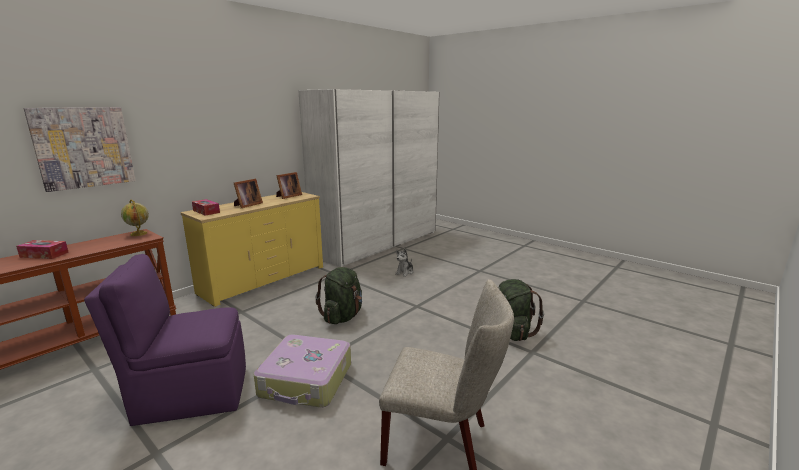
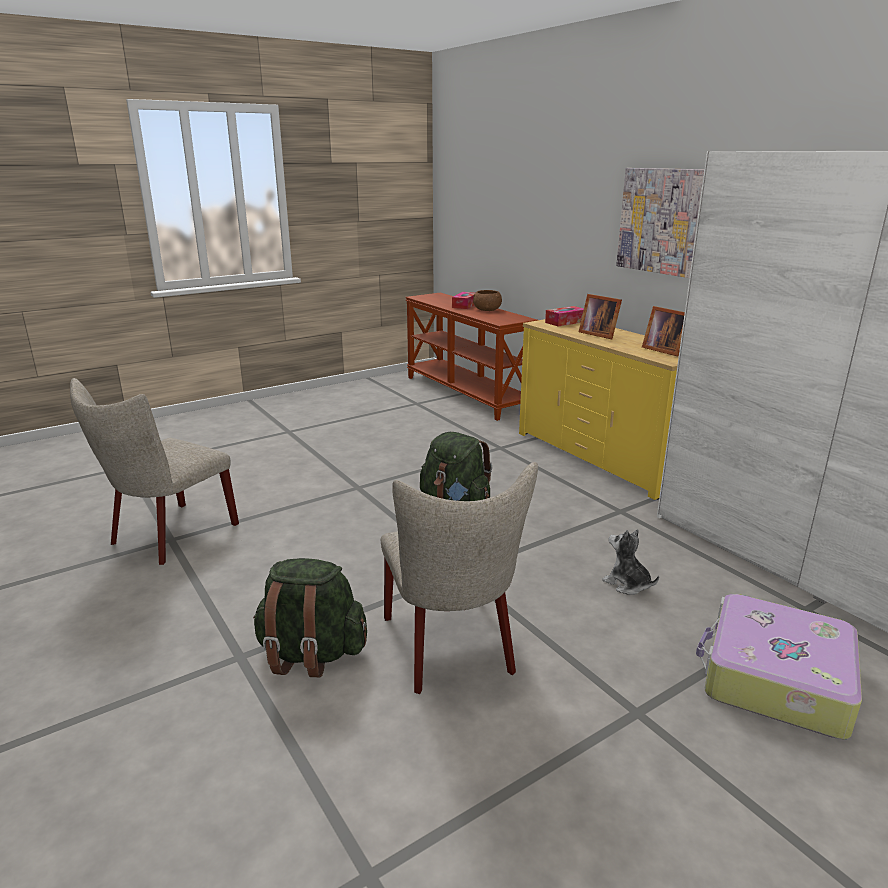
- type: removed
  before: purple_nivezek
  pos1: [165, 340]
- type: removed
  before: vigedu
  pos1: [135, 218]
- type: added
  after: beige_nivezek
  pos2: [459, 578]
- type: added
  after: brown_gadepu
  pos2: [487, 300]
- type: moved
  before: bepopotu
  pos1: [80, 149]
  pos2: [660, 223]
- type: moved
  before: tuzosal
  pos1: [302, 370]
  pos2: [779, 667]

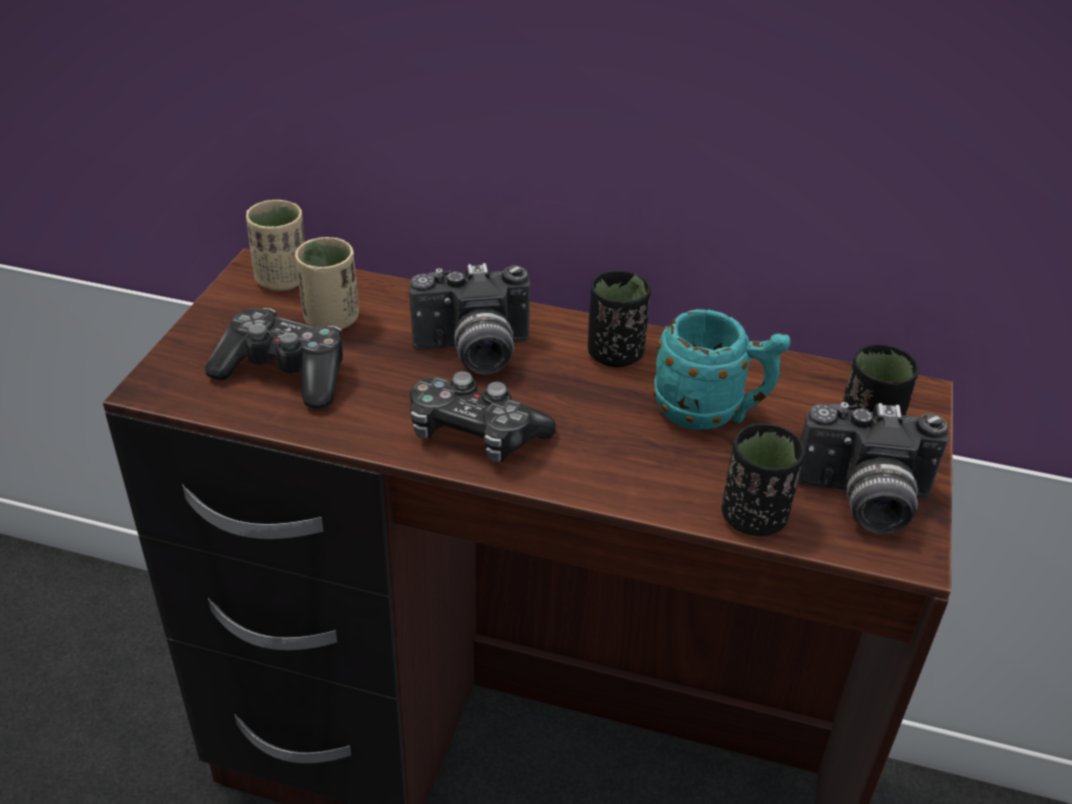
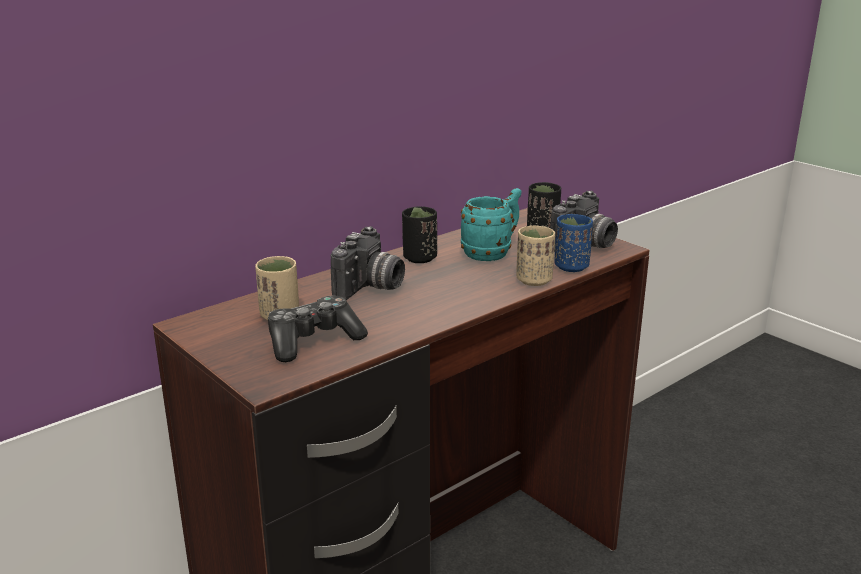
- type: removed
  before: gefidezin
  pos1: [483, 416]
- type: moved
  before: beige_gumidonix
  pos1: [275, 245]
  pos2: [535, 255]
- type: recoloured
  before: black_gumidonix
  after: blue_gumidonix
  pos1: [763, 479]
  pos2: [573, 243]

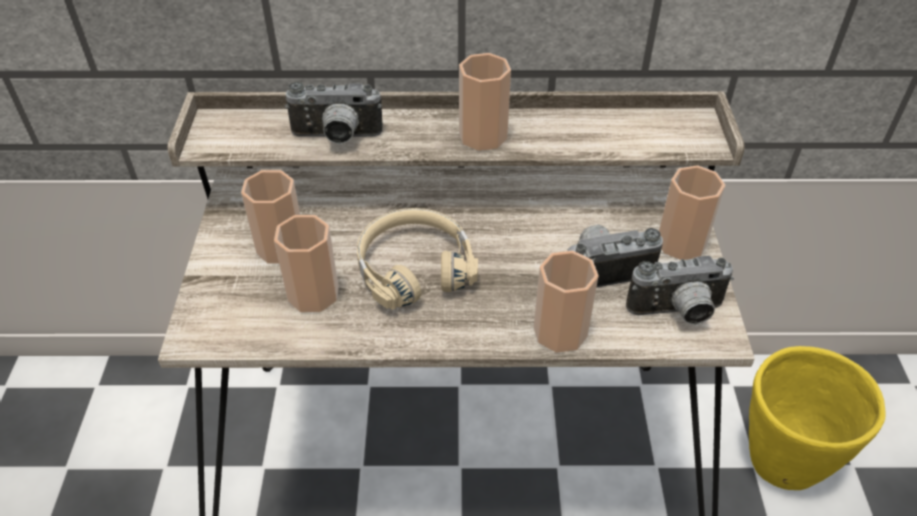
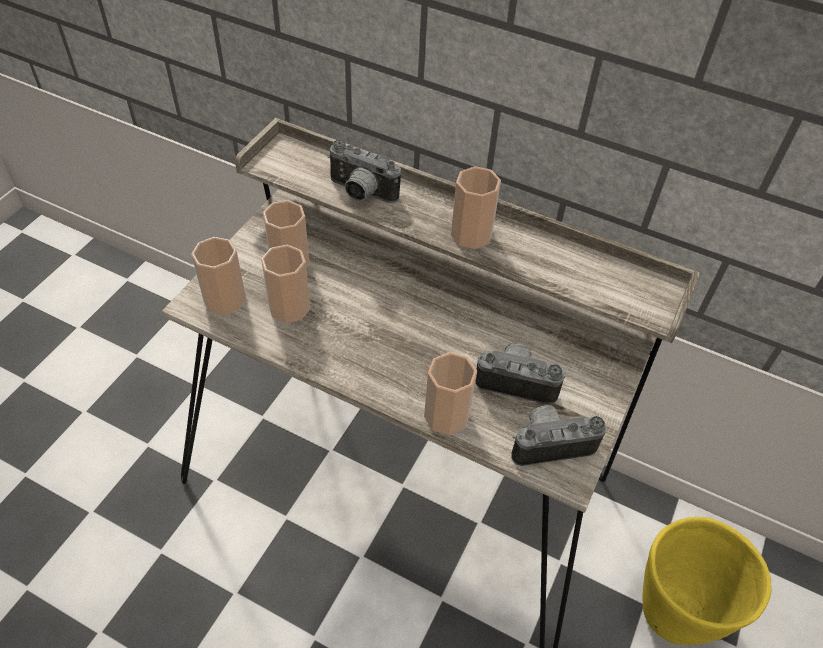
- type: removed
  before: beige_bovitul
  pos1: [417, 259]
- type: moved
  before: gumidonix
  pos1: [692, 212]
  pos2: [218, 276]
- type: turned
  before: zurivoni
  pos1: [680, 290]
  pos2: [558, 435]
  turn: 150

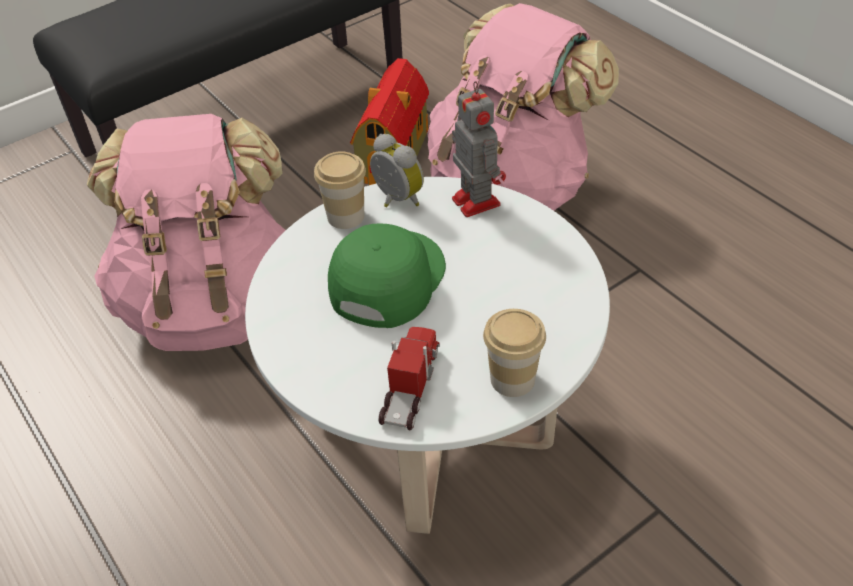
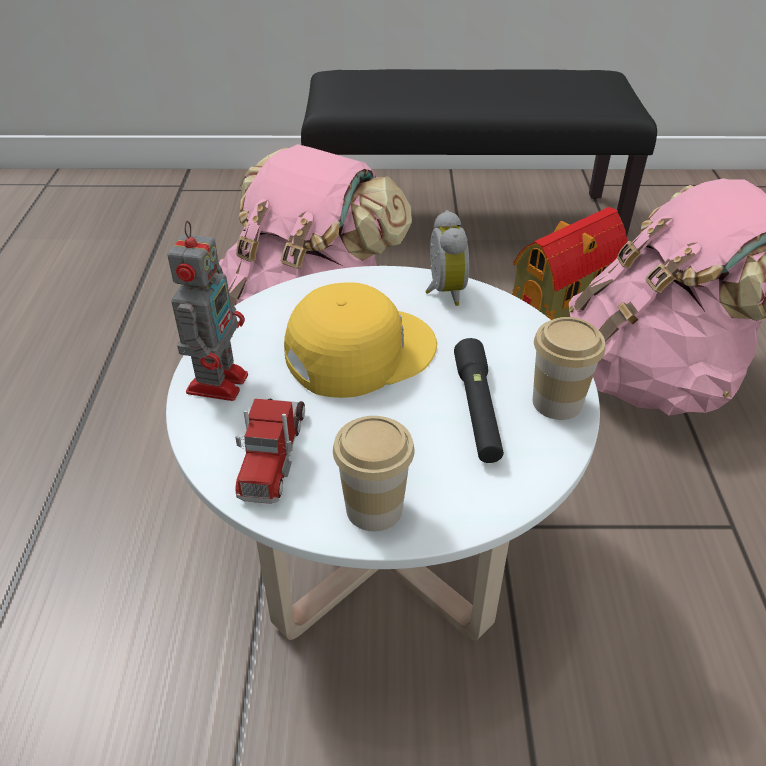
- type: added
  after: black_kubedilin
  pos2: [479, 400]
- type: moved
  before: gumidonix
  pos1: [340, 190]
  pos2: [569, 368]
- type: moved
  before: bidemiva
  pos1: [479, 149]
  pos2: [207, 311]
- type: recoloured
  before: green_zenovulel
  after: yellow_zenovulel
  pos1: [387, 275]
  pos2: [360, 340]
- type: turned
  before: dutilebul
  pos1: [409, 378]
  pos2: [270, 451]
  turn: 135

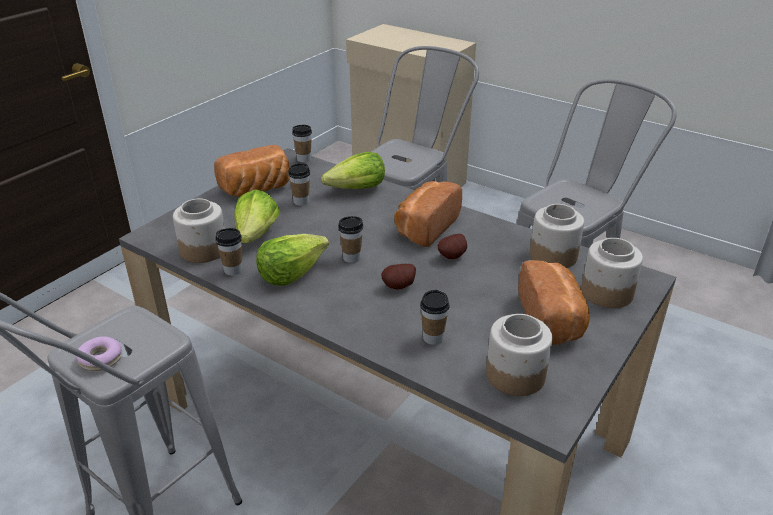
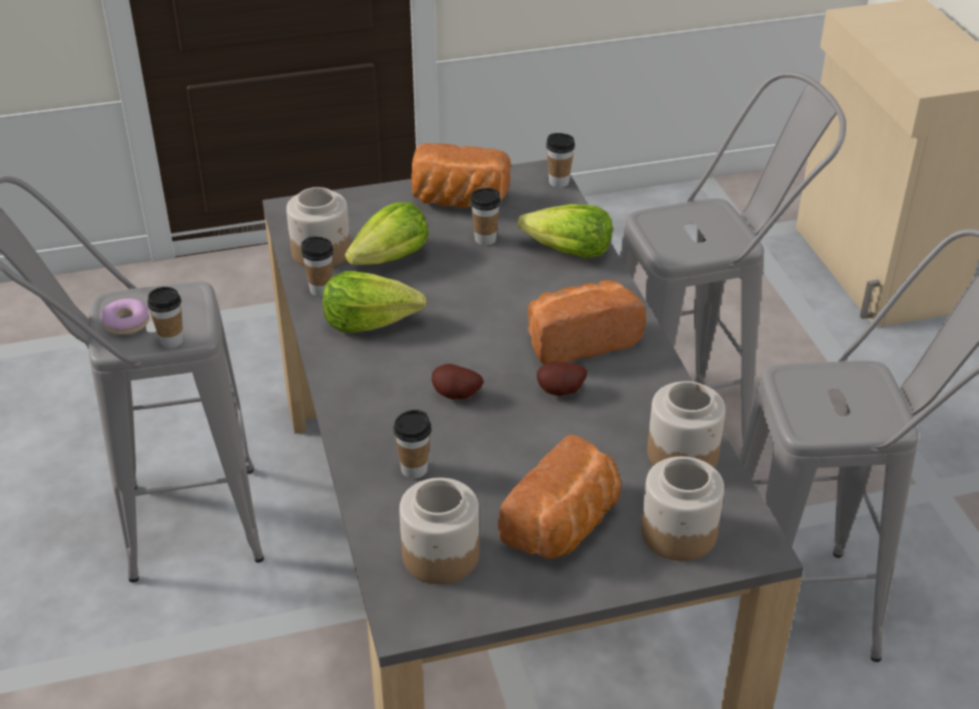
- type: moved
  before: gumidonix
  pos1: [350, 239]
  pos2: [165, 317]

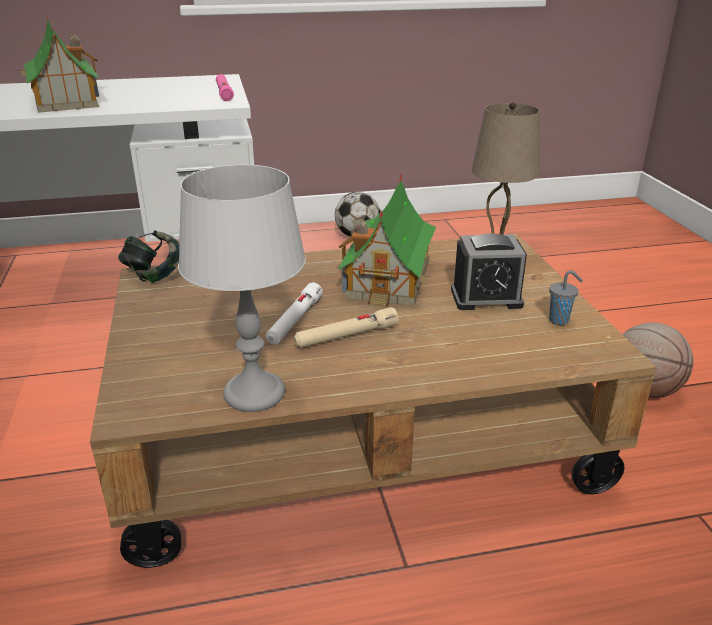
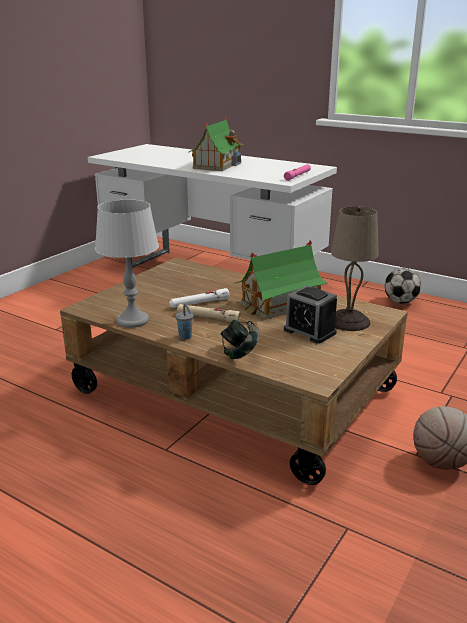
- type: moved
  before: bovitul
  pos1: [148, 256]
  pos2: [240, 339]
- type: moved
  before: grey_gumidonix
  pos1: [566, 297]
  pos2: [184, 322]

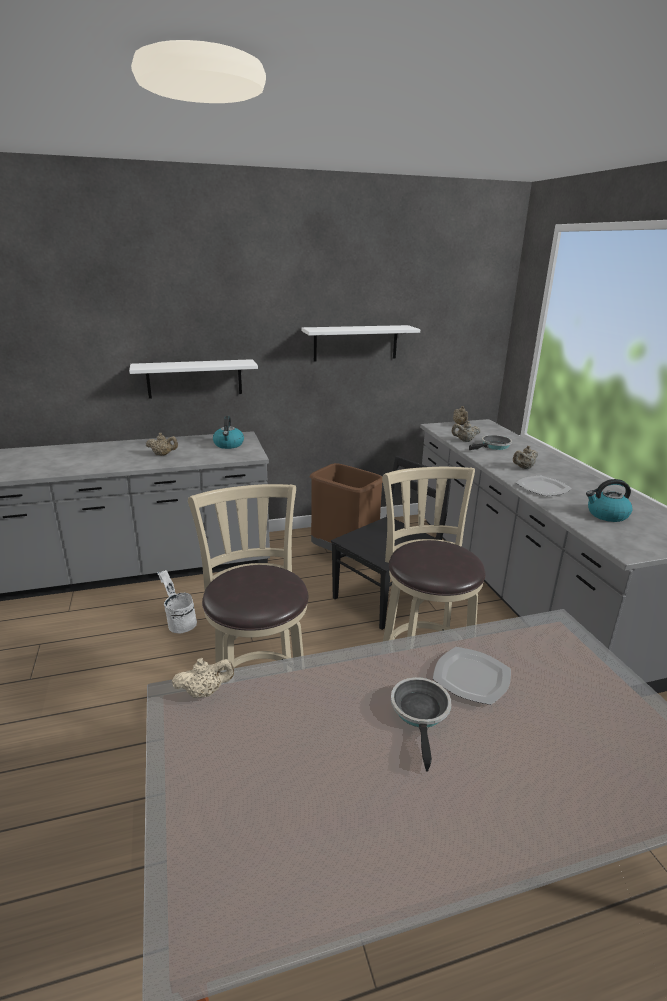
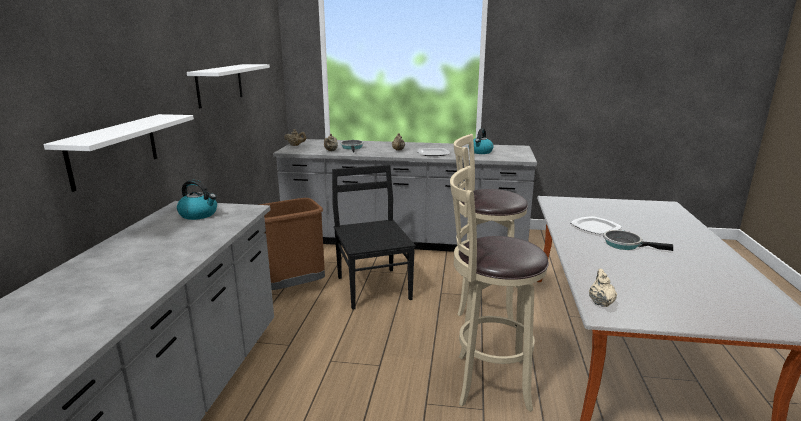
- type: removed
  before: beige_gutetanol
  pos1: [162, 444]
- type: removed
  before: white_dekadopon
  pos1: [177, 601]

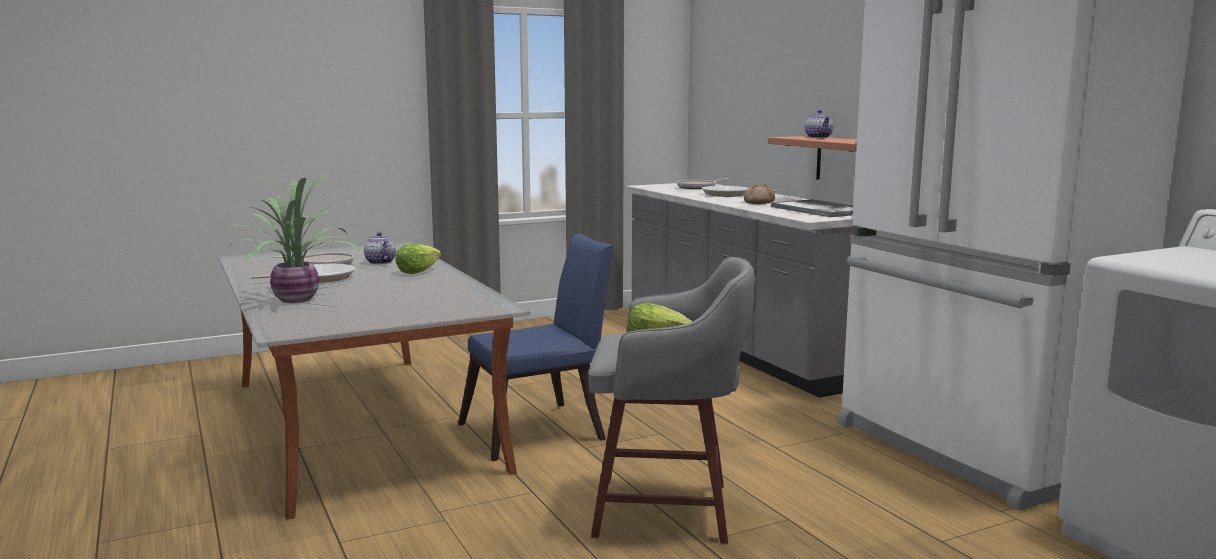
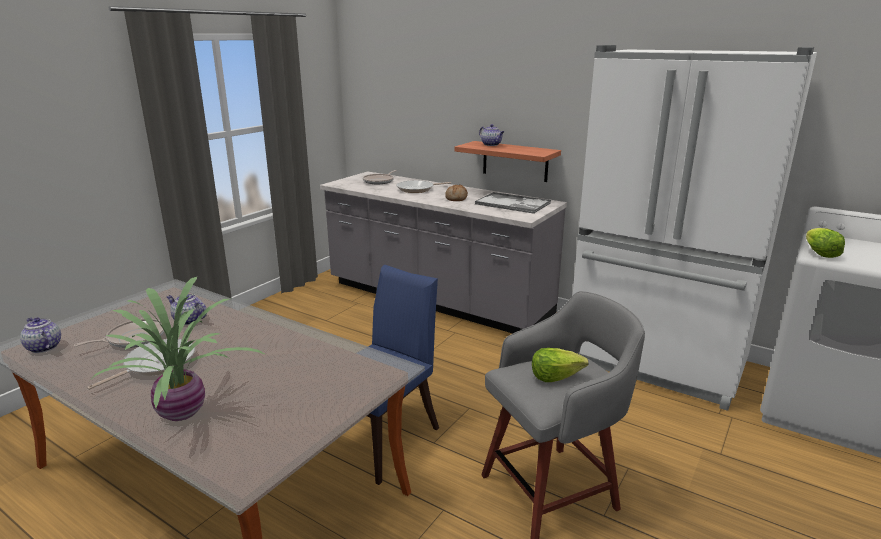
- type: added
  after: gutetanol
  pos2: [40, 335]
- type: moved
  before: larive
  pos1: [418, 259]
  pos2: [825, 243]

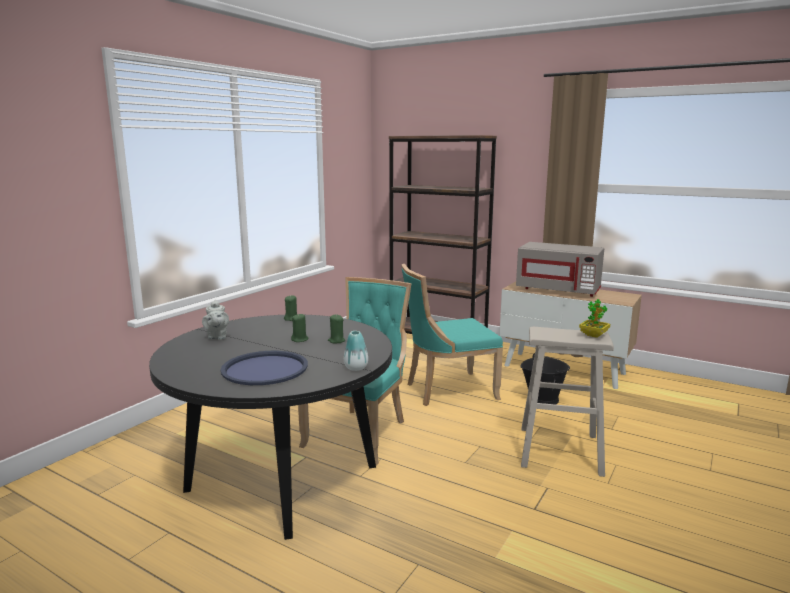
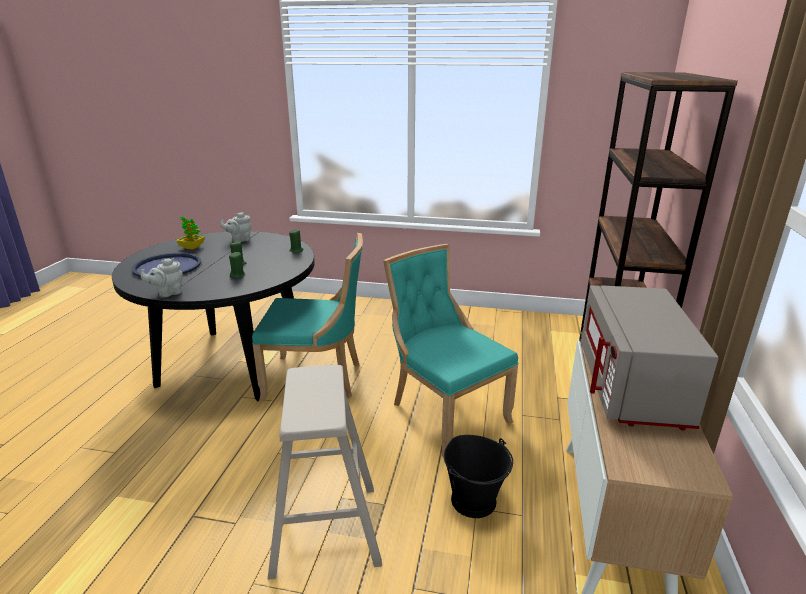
- type: moved
  before: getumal
  pos1: [594, 318]
  pos2: [191, 233]
- type: replaced
  before: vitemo
  after: grey_gutetanol
  pos1: [356, 351]
  pos2: [162, 278]

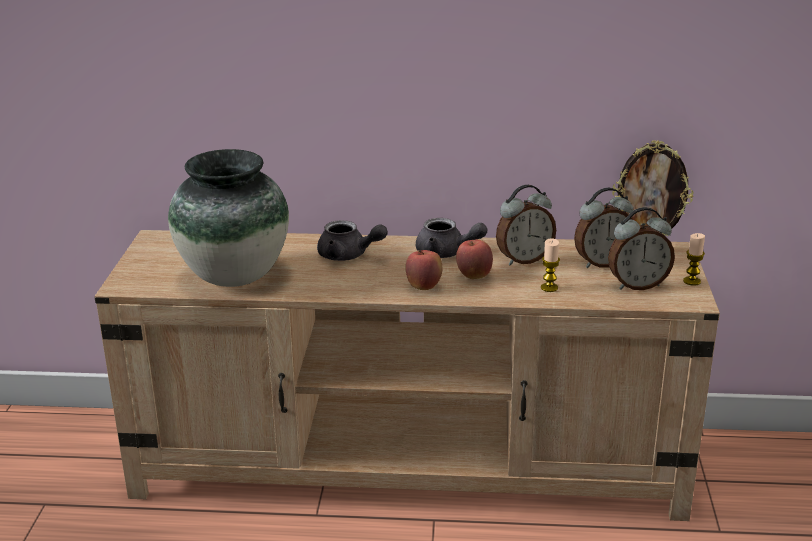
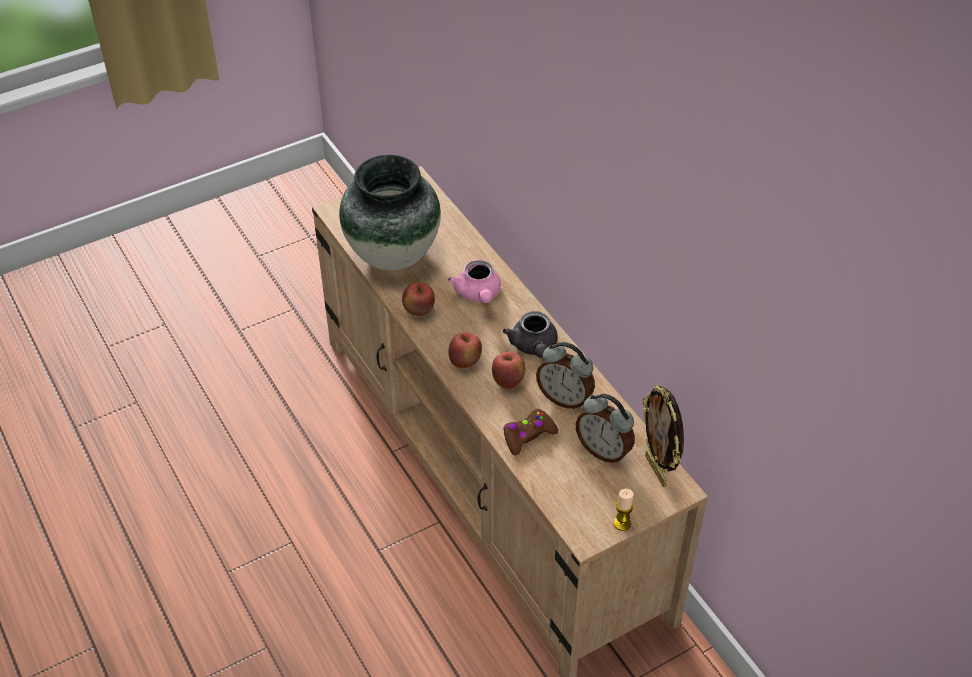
- type: removed
  before: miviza
  pos1: [641, 248]
- type: added
  after: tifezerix
  pos2: [418, 299]
- type: replaced
  before: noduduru
  after: brown_gefidezin
  pos1: [550, 265]
  pos2: [530, 432]
- type: recoloured
  before: grey_gutetanol
  after: pink_gutetanol
  pos1: [352, 240]
  pos2: [474, 281]

